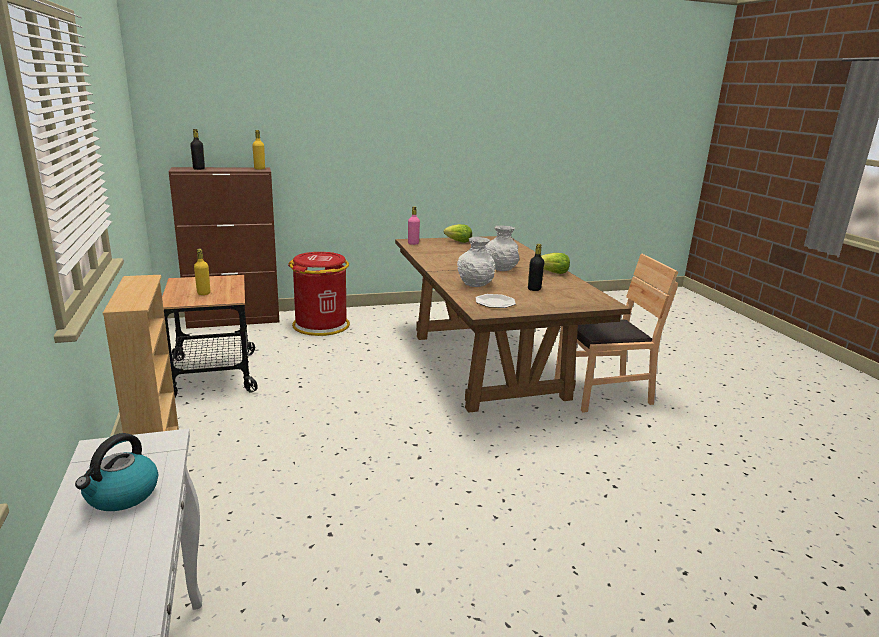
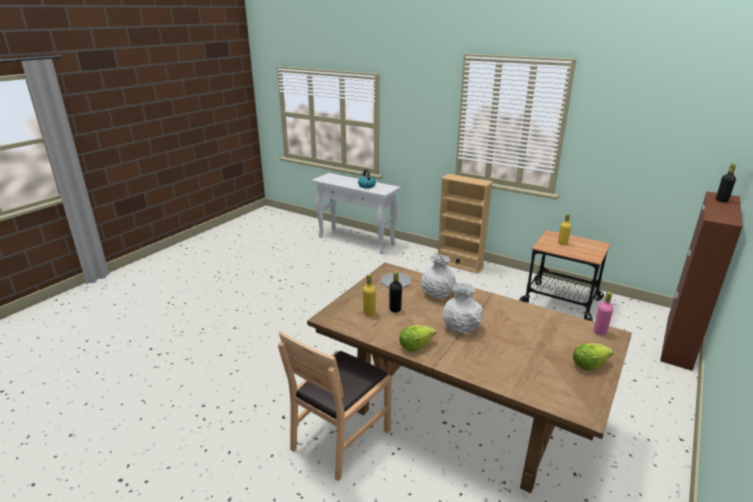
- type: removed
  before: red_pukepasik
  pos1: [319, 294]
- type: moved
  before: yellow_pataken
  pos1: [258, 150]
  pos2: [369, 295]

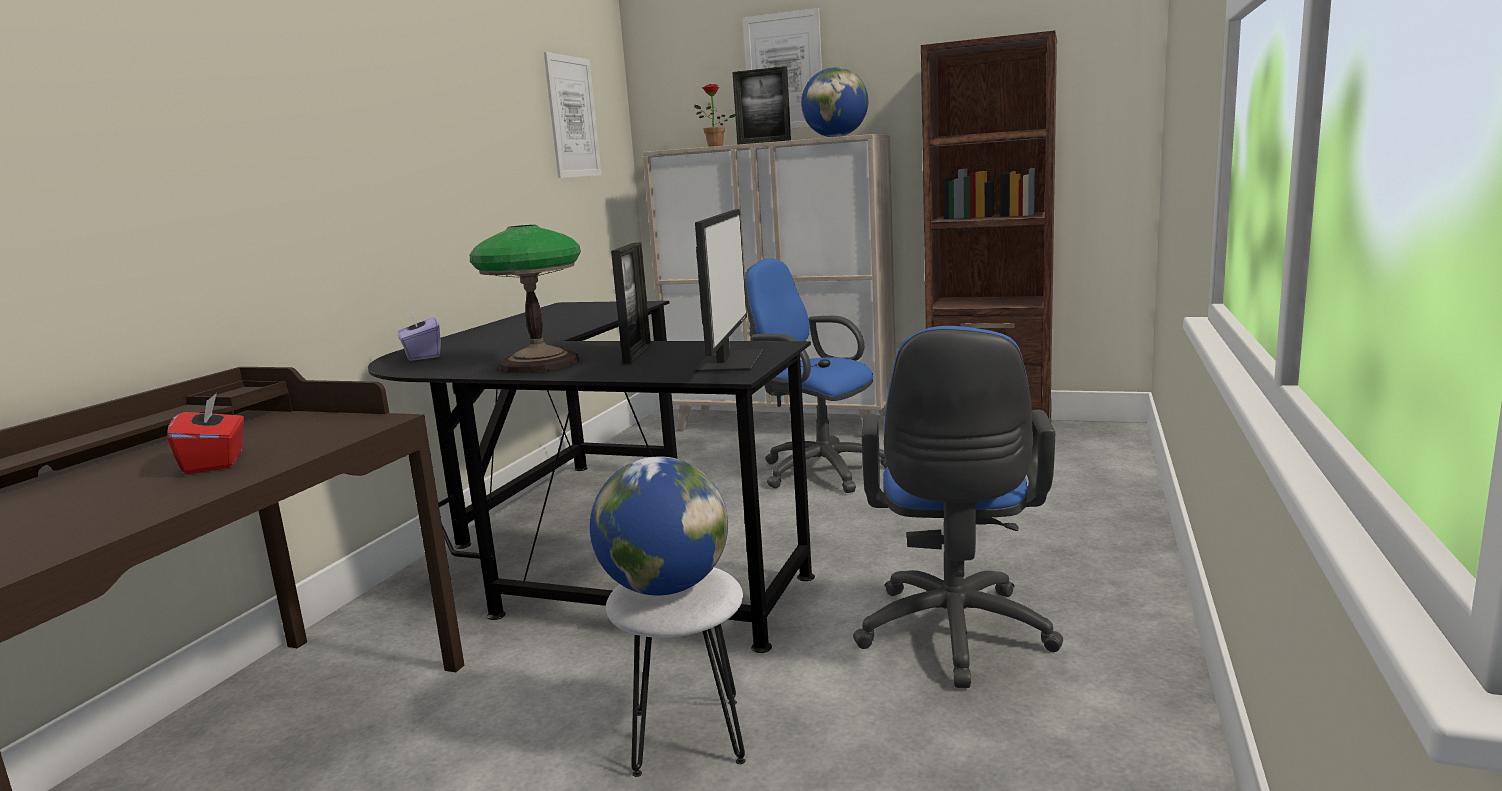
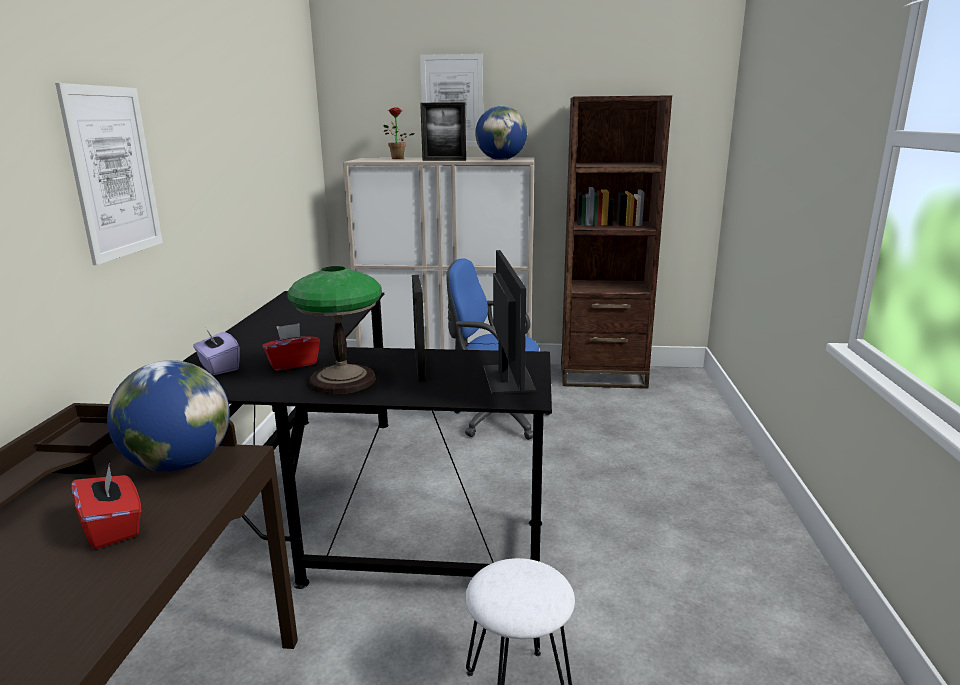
- type: removed
  before: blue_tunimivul
  pos1: [958, 507]
- type: added
  after: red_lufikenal
  pos2: [291, 347]
- type: moved
  before: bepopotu
  pos1: [572, 115]
  pos2: [109, 174]
- type: moved
  before: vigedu
  pos1: [659, 526]
  pos2: [168, 416]

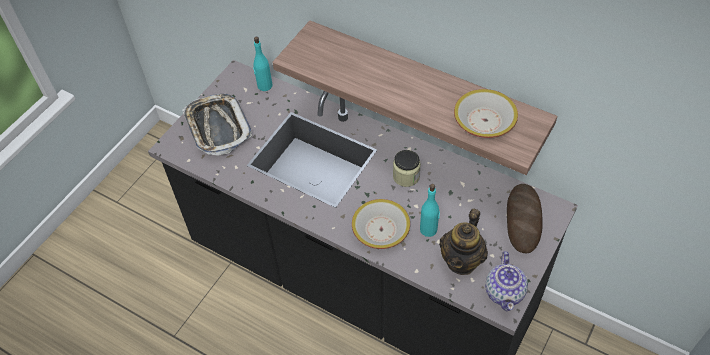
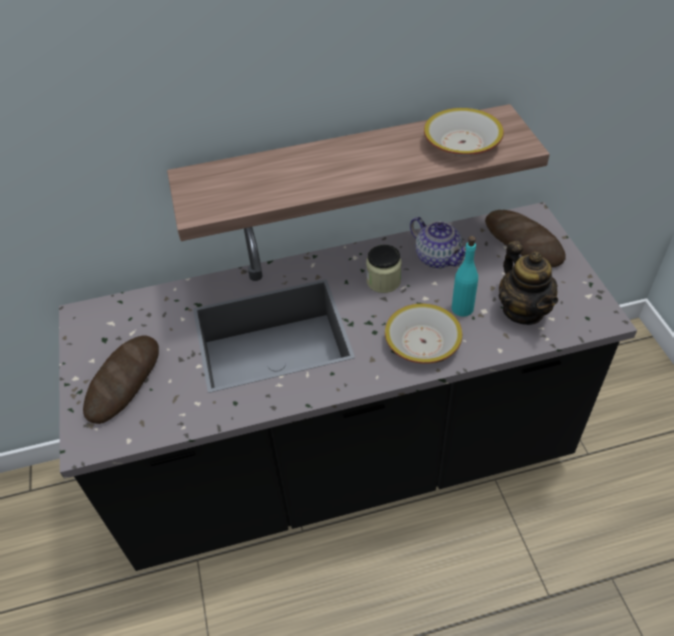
- type: removed
  before: turquoise_pataken
  pos1: [262, 64]
- type: moved
  before: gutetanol
  pos1: [506, 281]
  pos2: [438, 242]
- type: replaced
  before: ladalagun
  after: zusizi
  pos1: [217, 124]
  pos2: [121, 380]

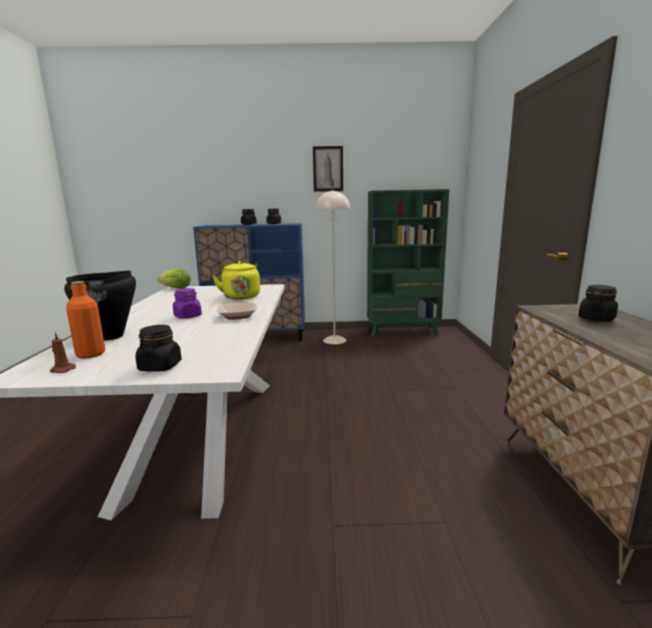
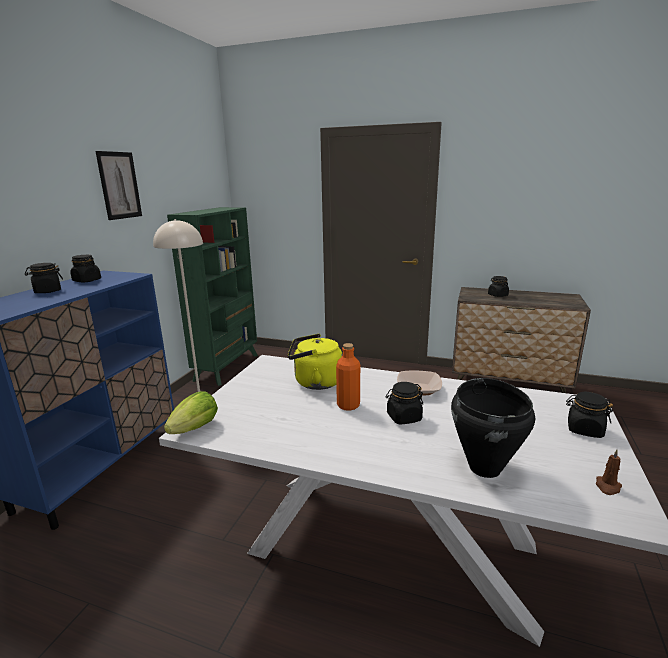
- type: moved
  before: orange_pataken
  pos1: [85, 320]
  pos2: [348, 377]
- type: recoloured
  before: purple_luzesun
  after: black_luzesun
  pos1: [187, 303]
  pos2: [404, 403]

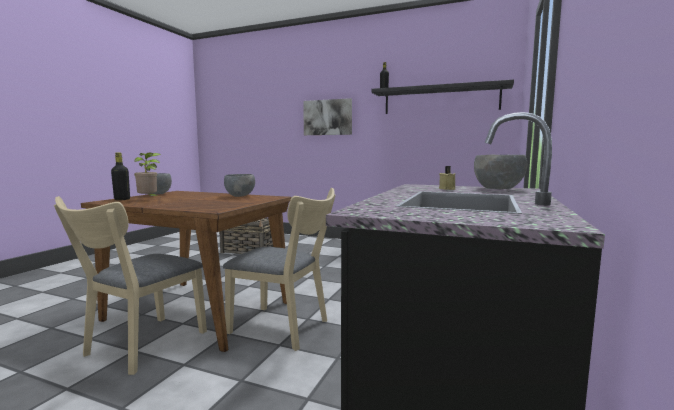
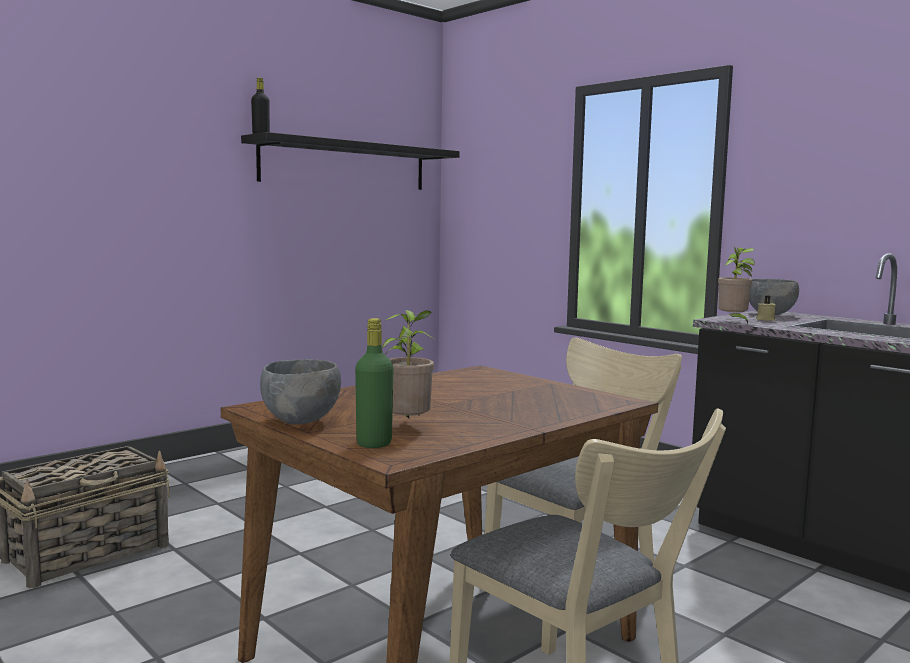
- type: removed
  before: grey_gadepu
  pos1: [239, 185]
- type: removed
  before: bepopotu
  pos1: [327, 116]
- type: added
  after: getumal
  pos2: [736, 285]
- type: recoloured
  before: black_pataken
  after: green_pataken
  pos1: [120, 176]
  pos2: [374, 383]

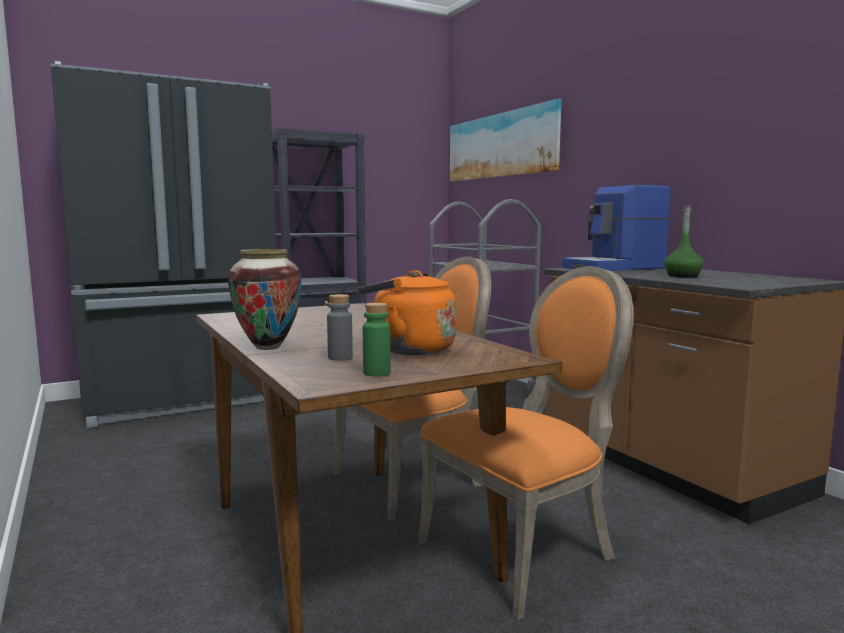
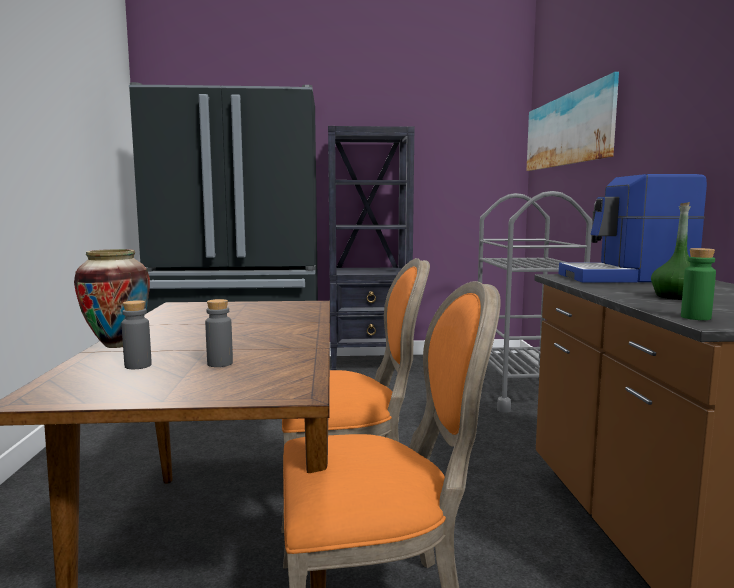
- type: moved
  before: green_pataken
  pos1: [377, 339]
  pos2: [698, 284]
- type: replaced
  before: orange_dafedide
  after: grey_pataken
  pos1: [407, 312]
  pos2: [219, 333]

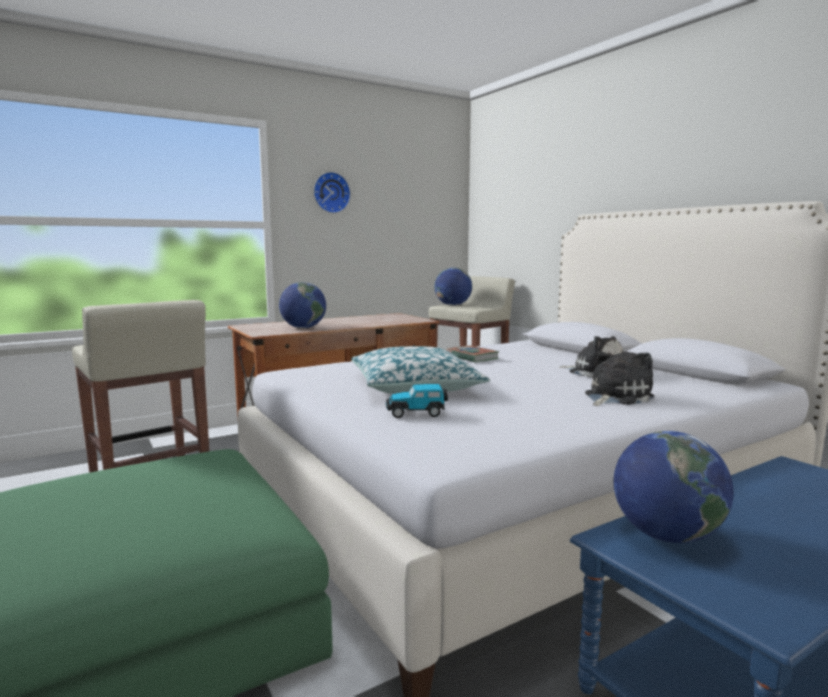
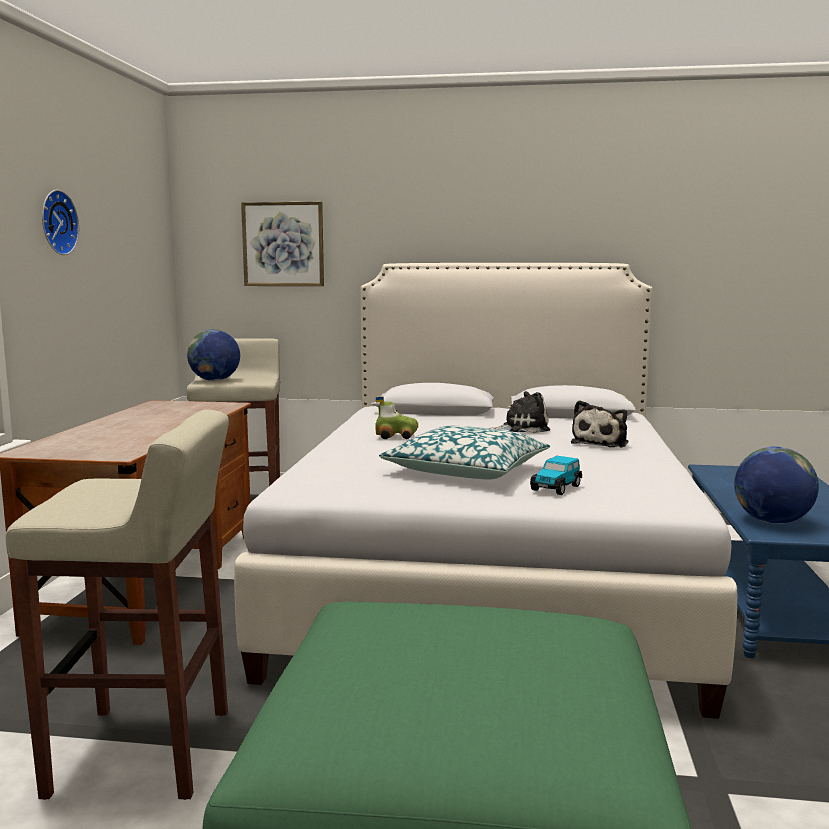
- type: removed
  before: vigedu
  pos1: [302, 305]
- type: added
  after: bepopotu
  pos2: [282, 243]
- type: replaced
  before: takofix
  after: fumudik
  pos1: [472, 353]
  pos2: [396, 417]
- type: turned
  before: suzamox
  pos1: [619, 378]
  pos2: [599, 423]
  turn: -150

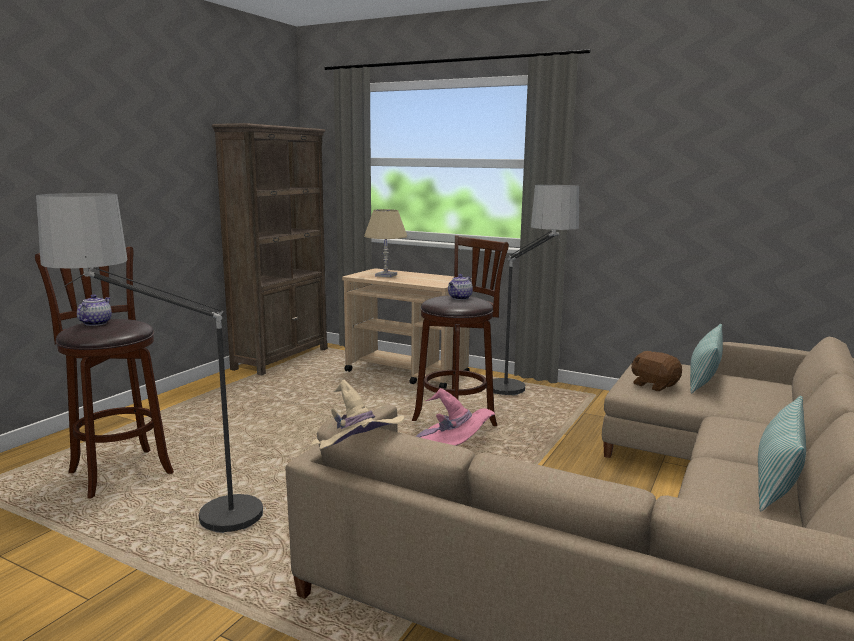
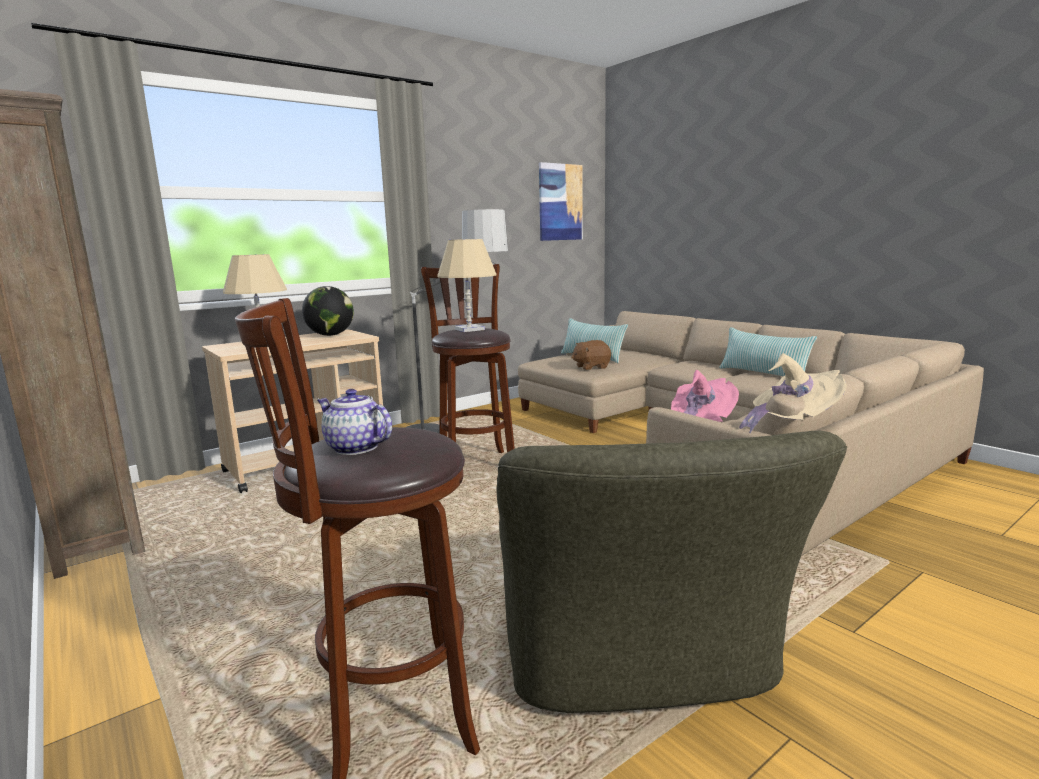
- type: added
  after: vigedu
  pos2: [328, 311]
- type: added
  after: bepopotu
  pos2: [561, 201]
- type: replaced
  before: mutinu
  after: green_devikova
  pos1: [151, 363]
  pos2: [672, 572]
- type: replaced
  before: gutetanol
  after: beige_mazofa
  pos1: [460, 287]
  pos2: [466, 285]

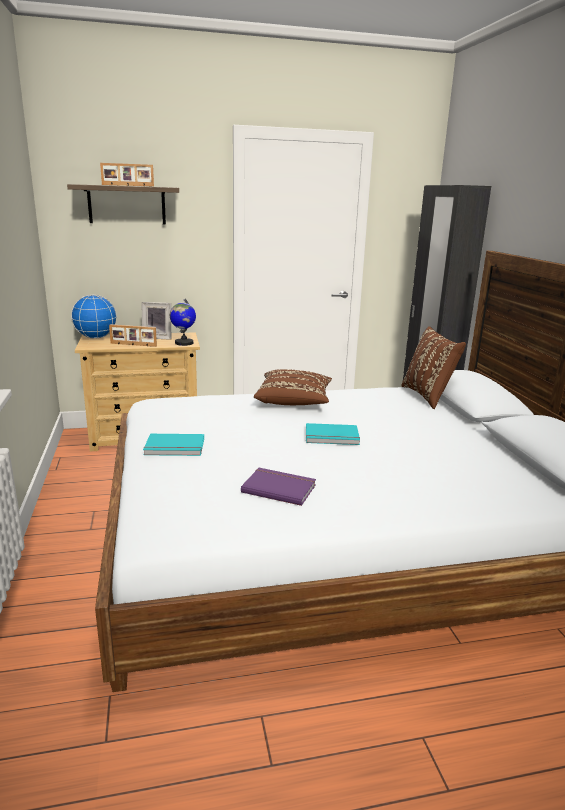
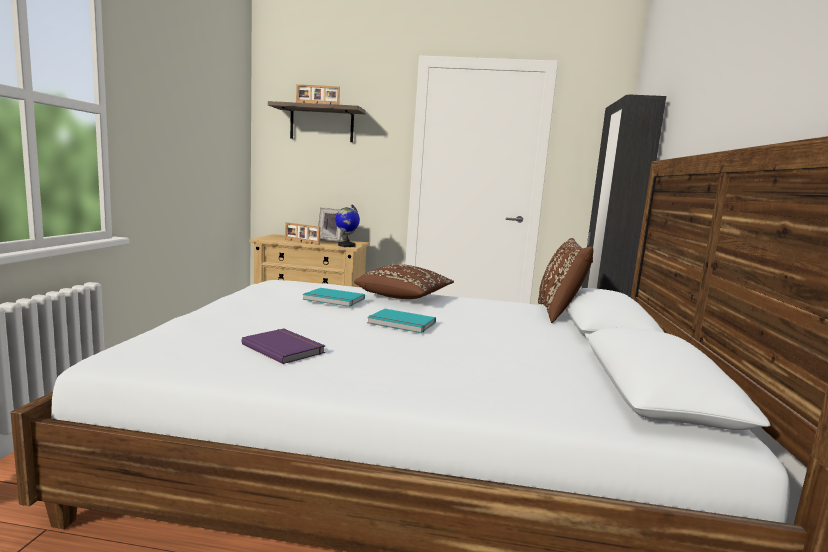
- type: removed
  before: vigedu
  pos1: [94, 316]
- type: moved
  before: turquoise_takofix
  pos1: [173, 445]
  pos2: [333, 297]

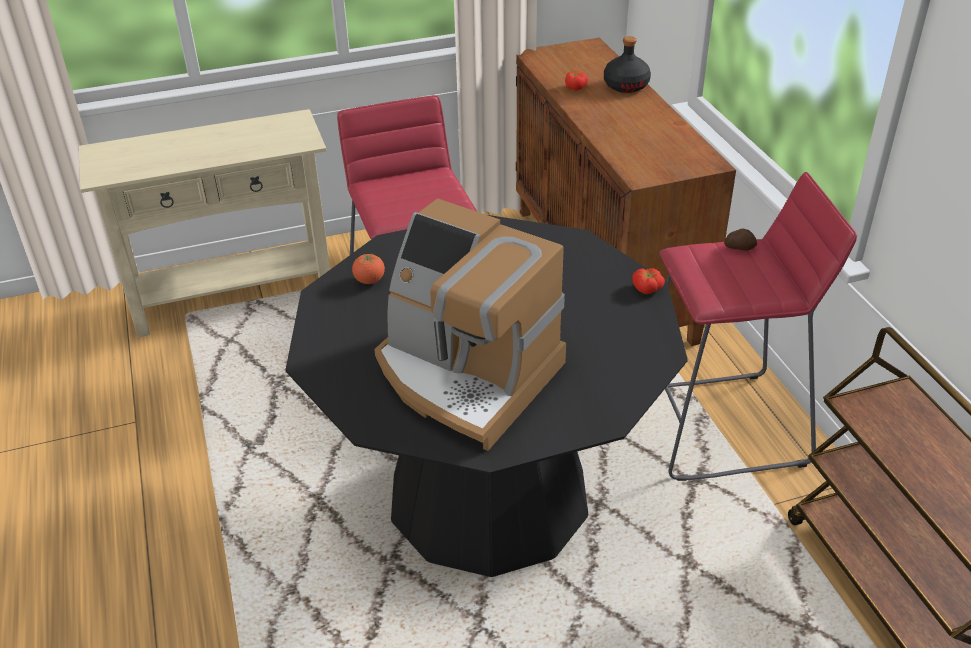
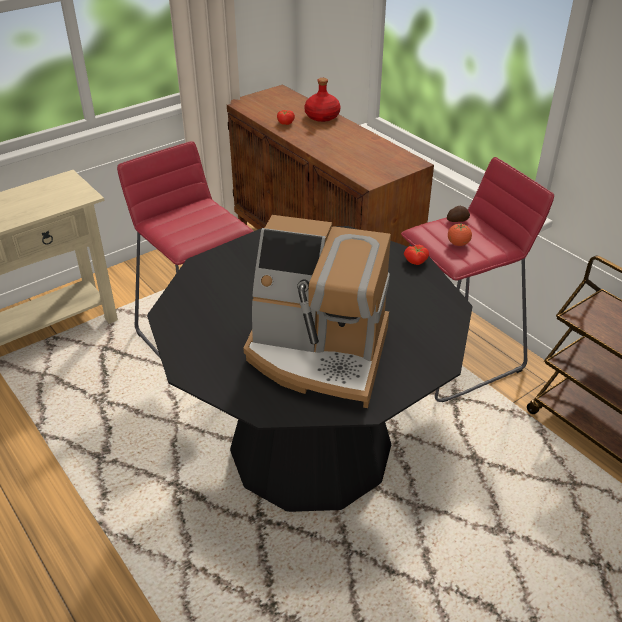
- type: moved
  before: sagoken
  pos1: [368, 268]
  pos2: [460, 234]
- type: recoloured
  before: black_pataken
  after: red_pataken
  pos1: [627, 64]
  pos2: [322, 100]

